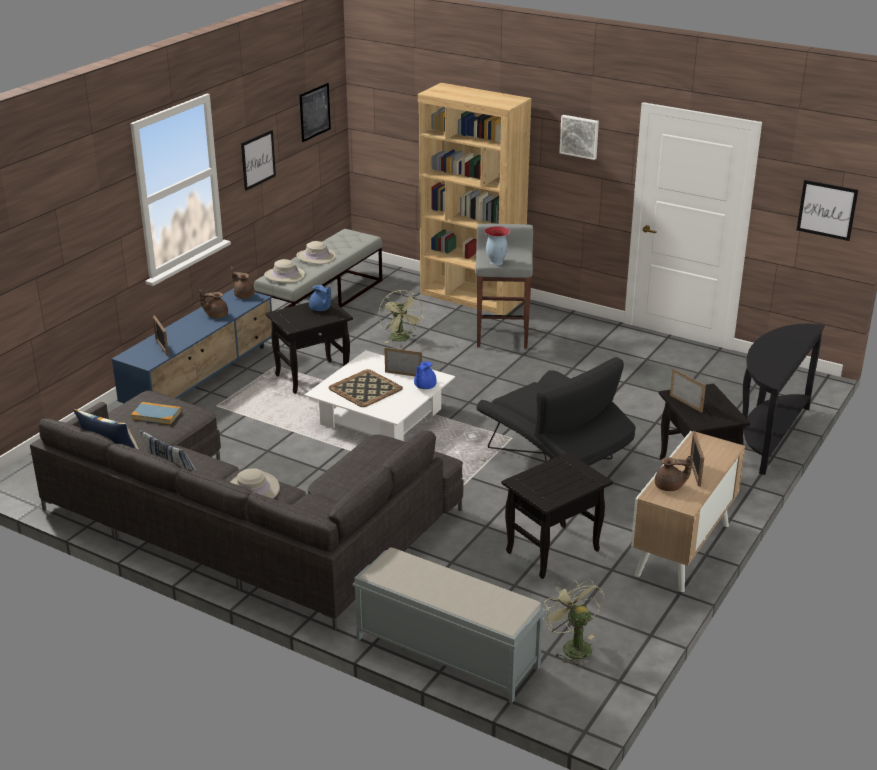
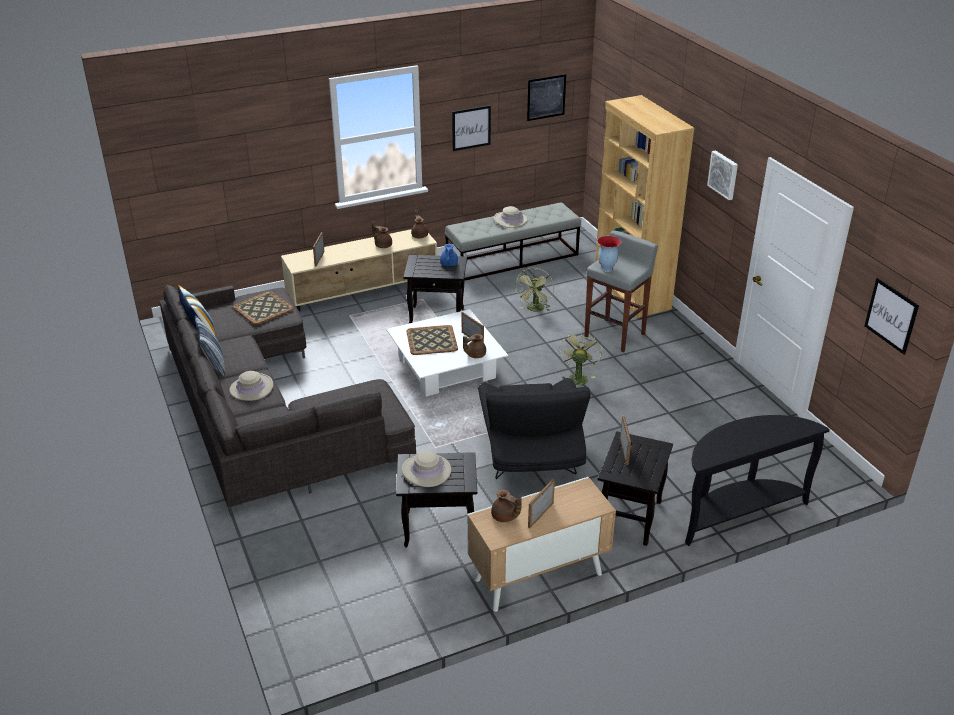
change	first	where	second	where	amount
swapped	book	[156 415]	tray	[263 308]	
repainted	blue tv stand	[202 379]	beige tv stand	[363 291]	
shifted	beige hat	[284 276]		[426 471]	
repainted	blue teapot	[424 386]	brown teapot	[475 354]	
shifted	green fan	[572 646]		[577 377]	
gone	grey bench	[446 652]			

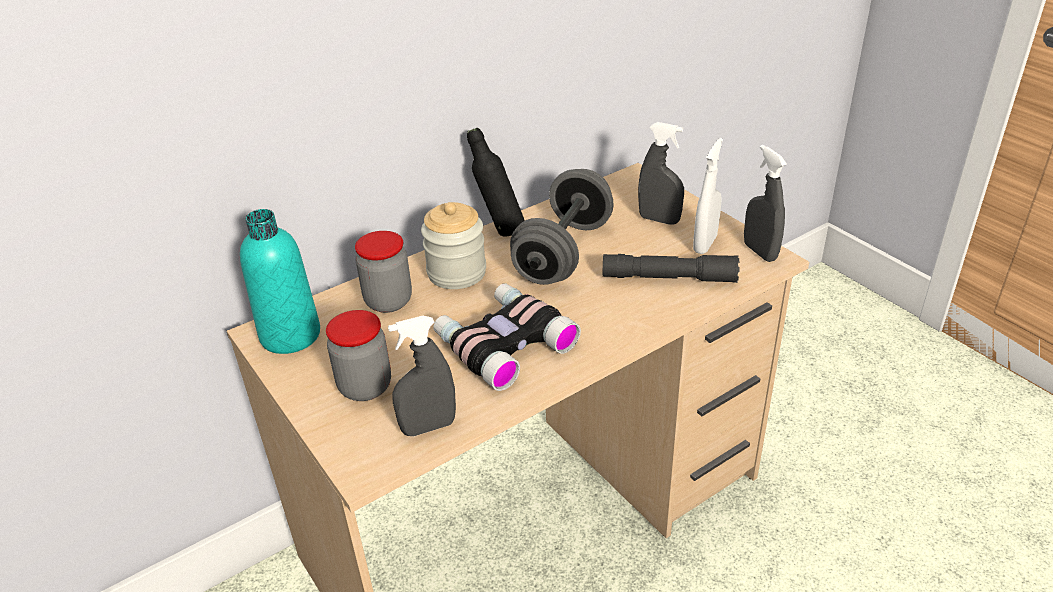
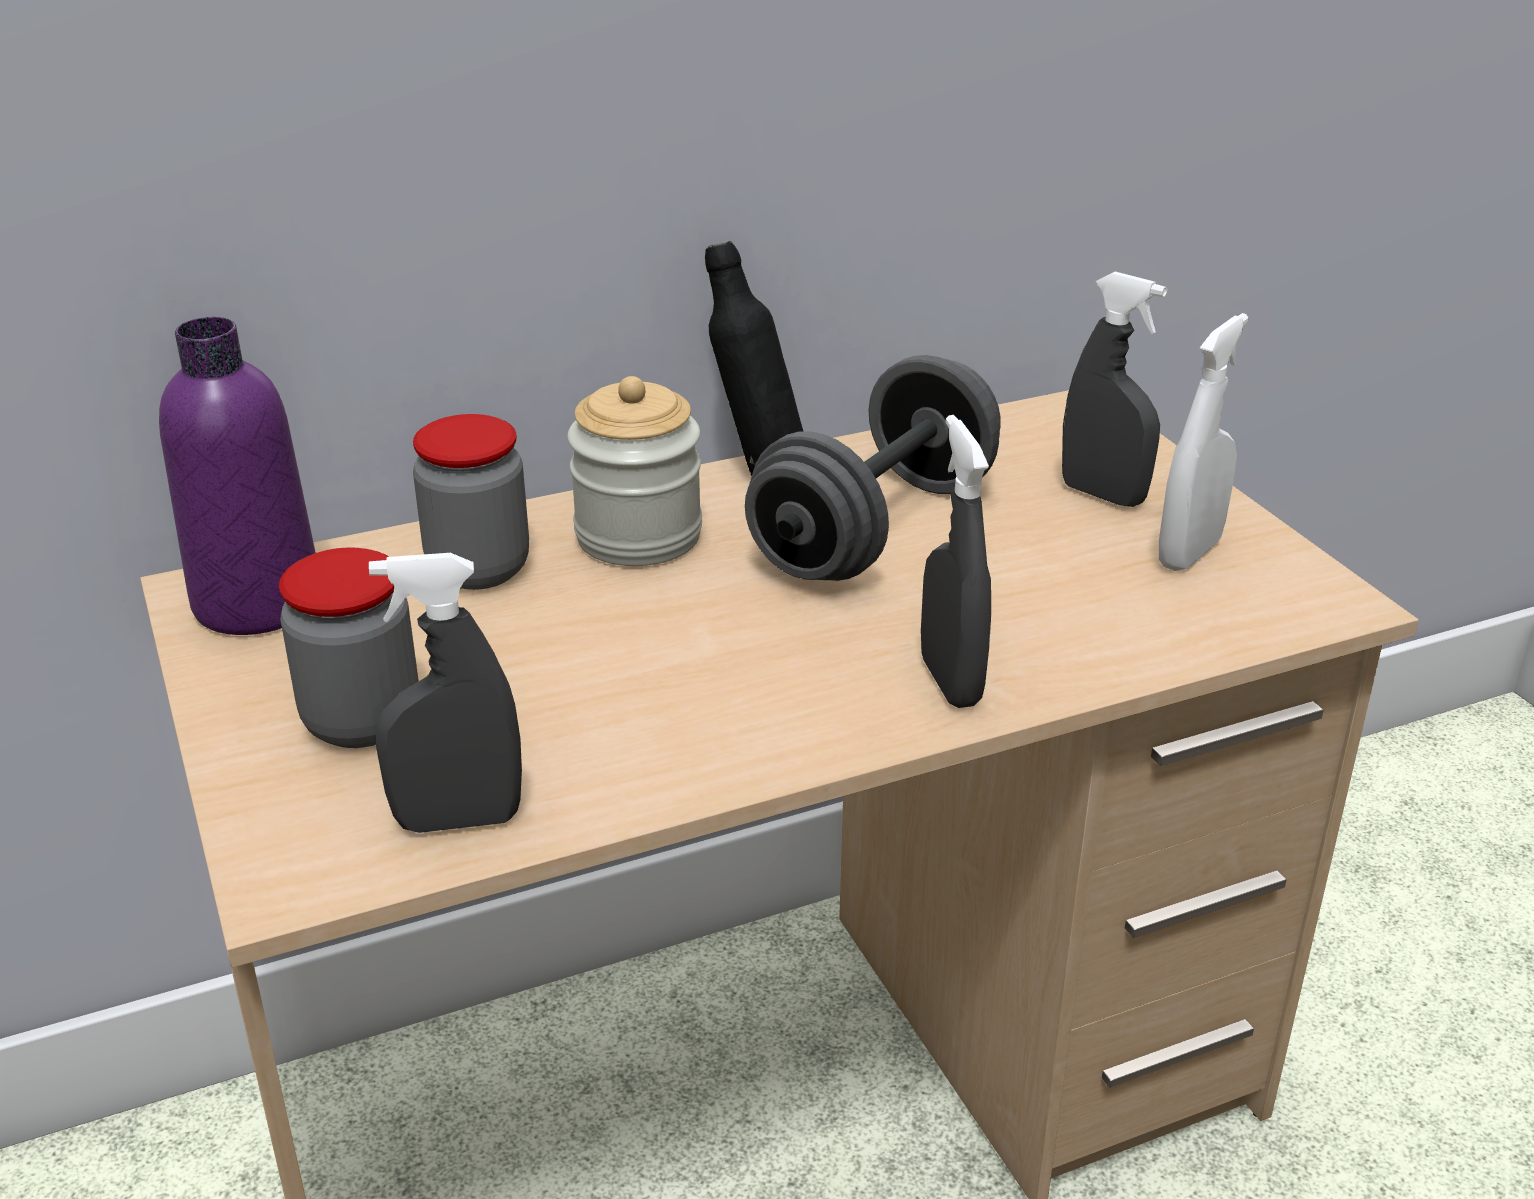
change	first	where	second	where	amount
repainted	turquoise bottle	[290 335]	purple bottle	[258 603]	
shifted	grey spray bottle	[760 252]		[950 681]	
gone	binoculars	[503 343]			
gone	grey flashlight	[669 278]			

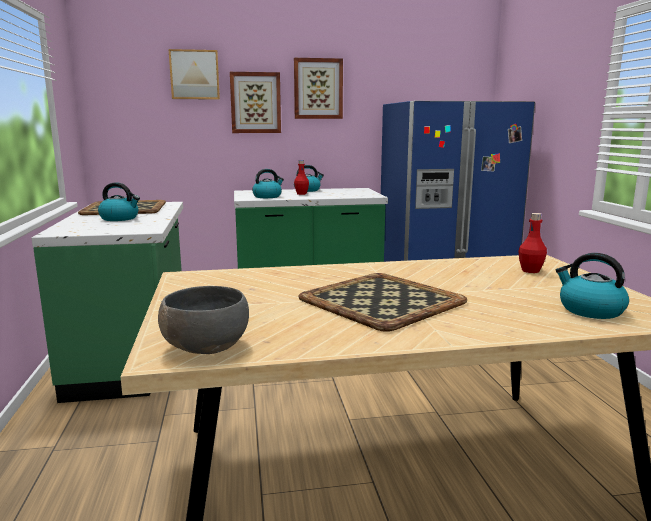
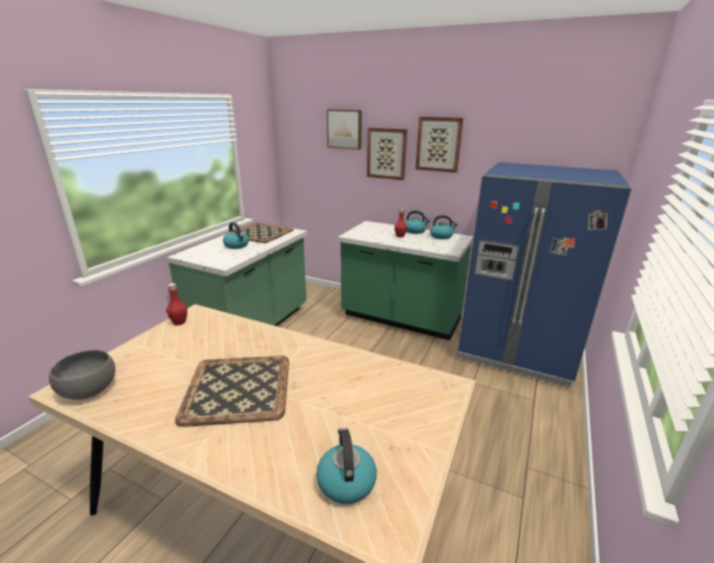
change	first	where	second	where	amount
shifted	red bottle	[530 271]		[179 322]	
shifted	kettle	[267 196]		[441 236]	

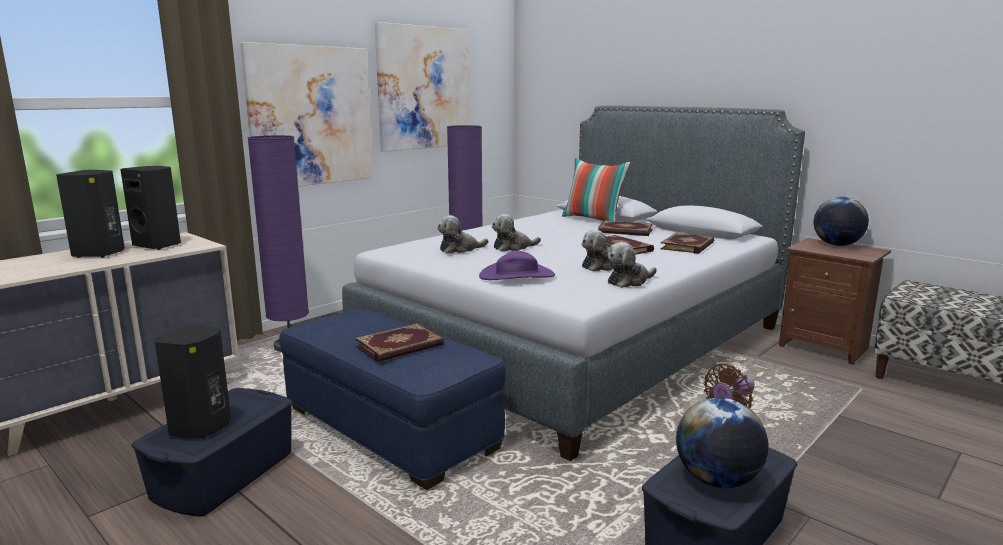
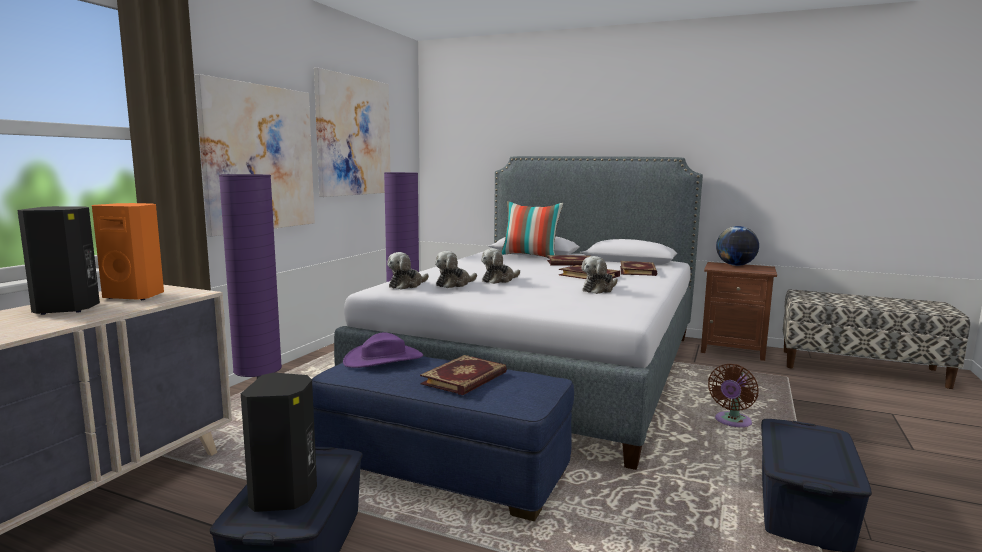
change	first	where	second	where	amount
repainted	black speaker	[159 245]	orange speaker	[136 296]	
shifted	purple hat	[517 275]		[383 359]	
shifted	plush toy	[629 281]		[407 285]	
gone	globe	[717 480]			

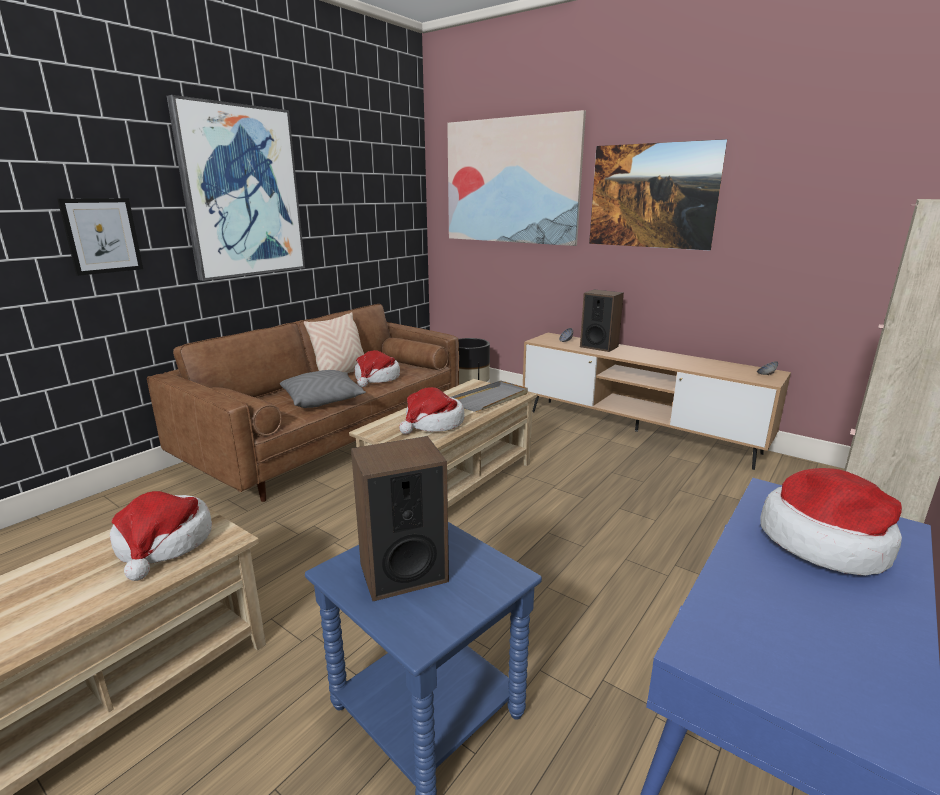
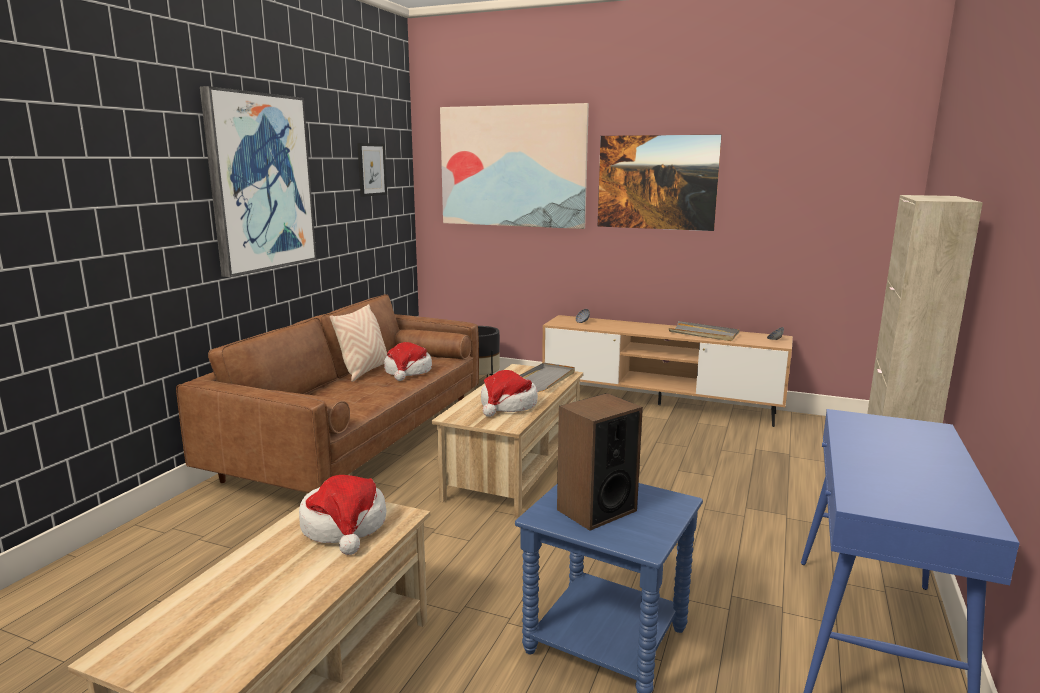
change	first	where	second	where	amount
shifted	picture	[102 236]		[371 169]	
new			grey tray	[704 334]	
gone	grey pillow	[323 400]			
gone	speaker	[599 346]			
gone	hat	[825 542]			

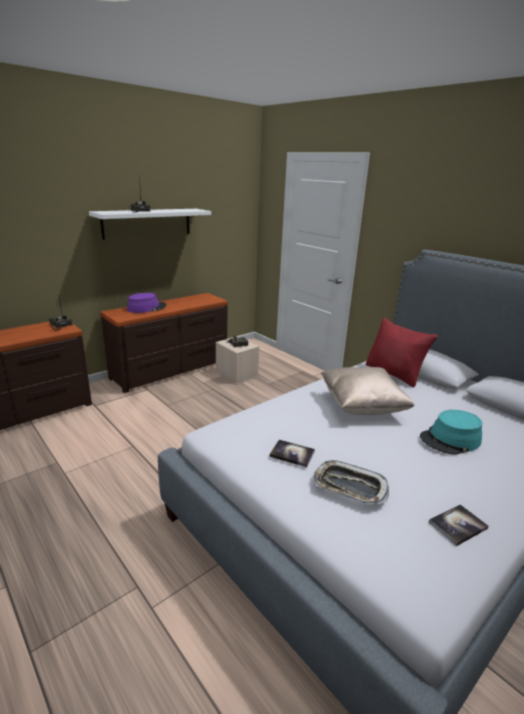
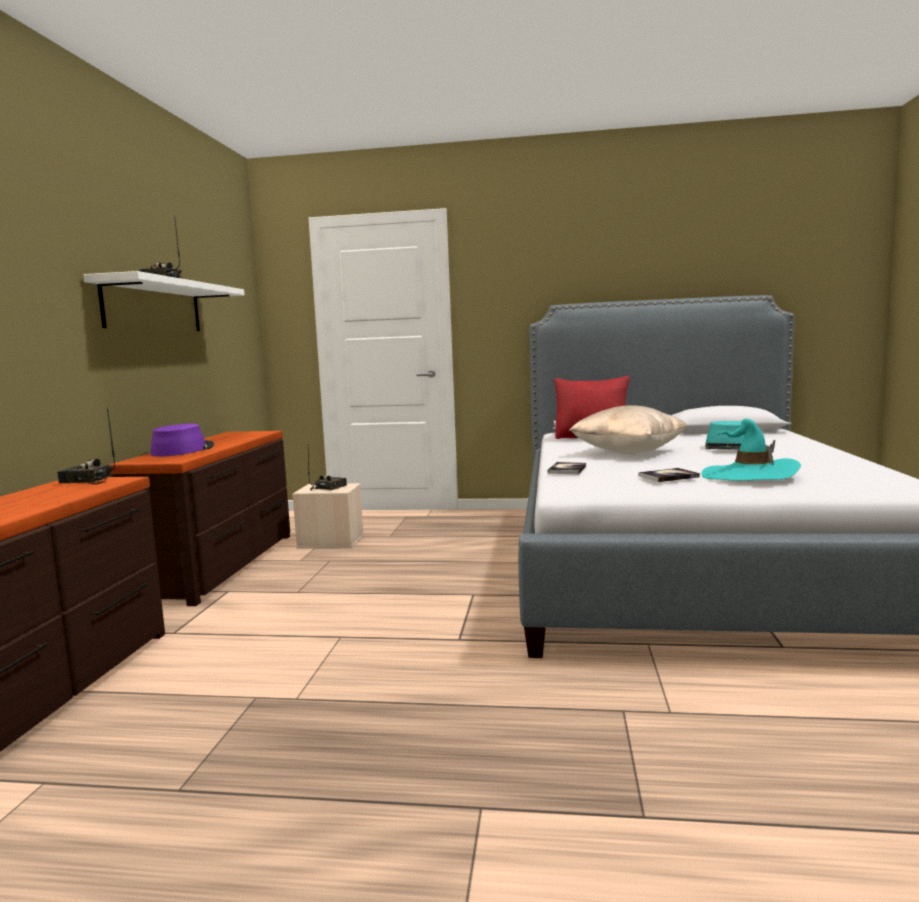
change	first	where	second	where	amount
shifted	book	[457 525]		[567 469]	
swapped	tray	[349 487]	turquoise hat	[749 476]	

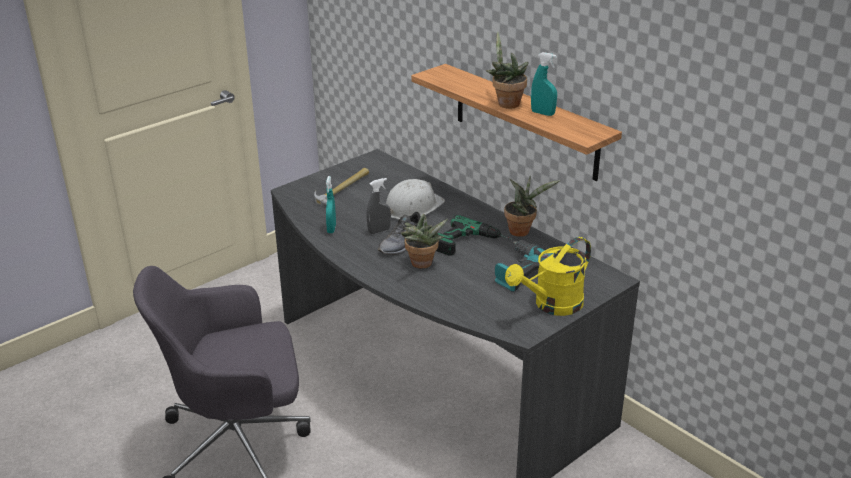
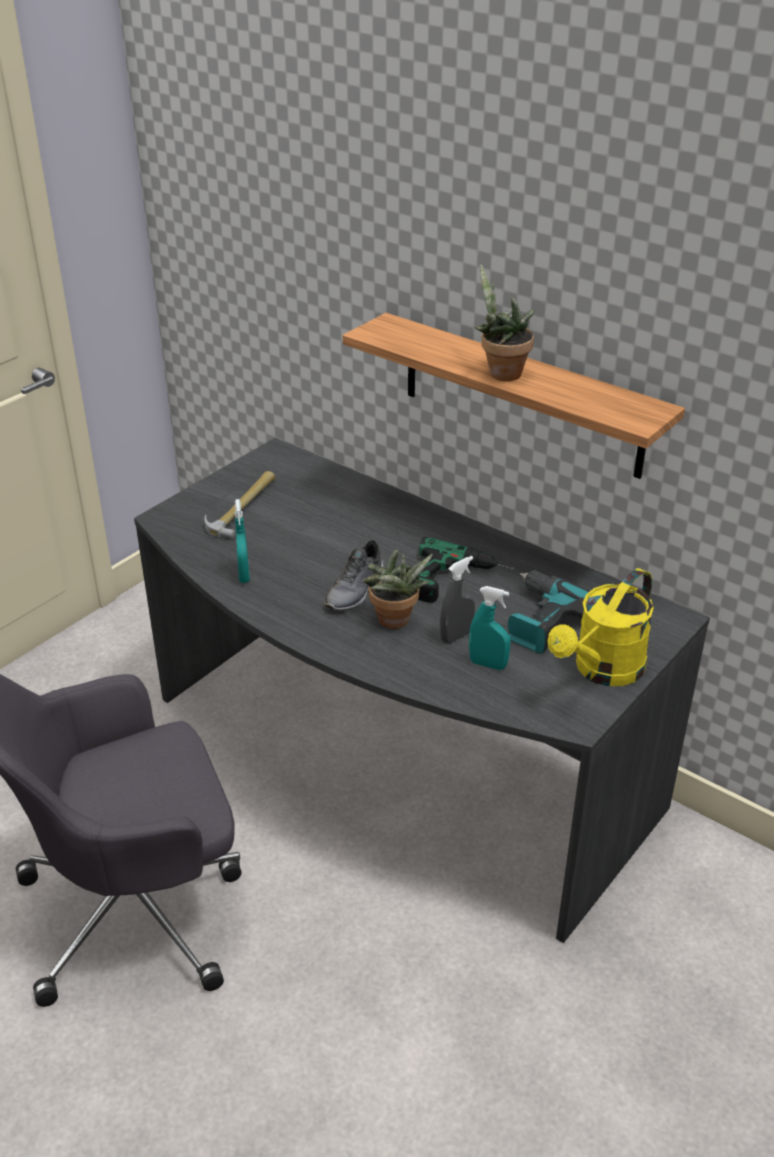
change	first	where	second	where	amount
shifted	grey spray bottle	[379 231]		[456 636]	
shifted	turquoise spray bottle	[542 113]		[488 664]	
gone	white hard hat	[412 207]			
gone	potted plant	[522 231]			

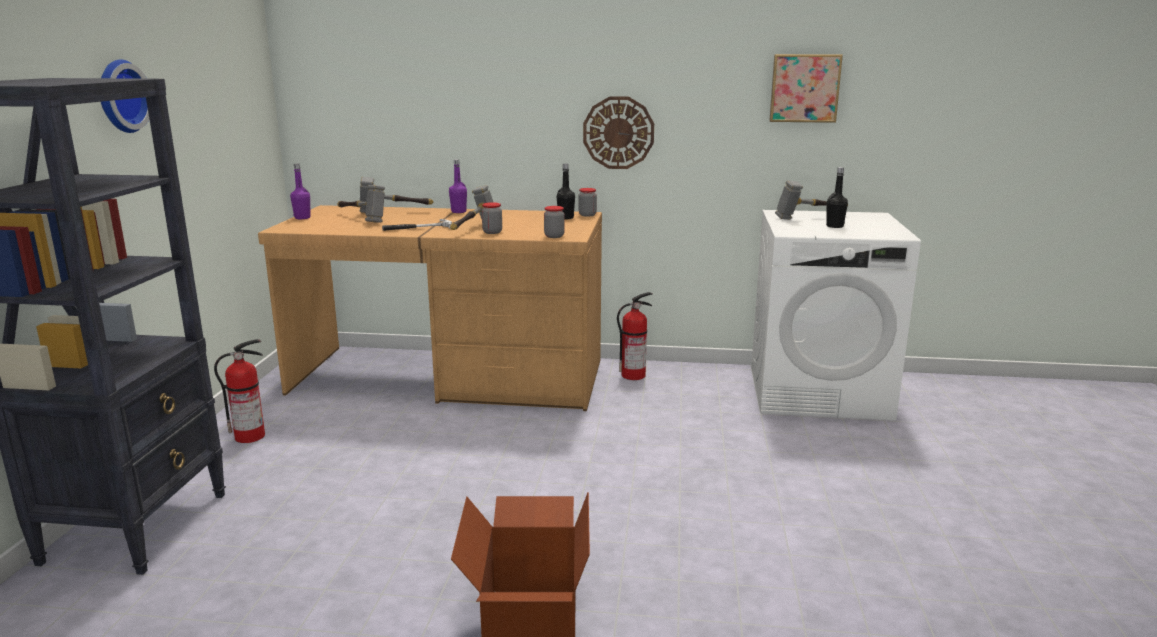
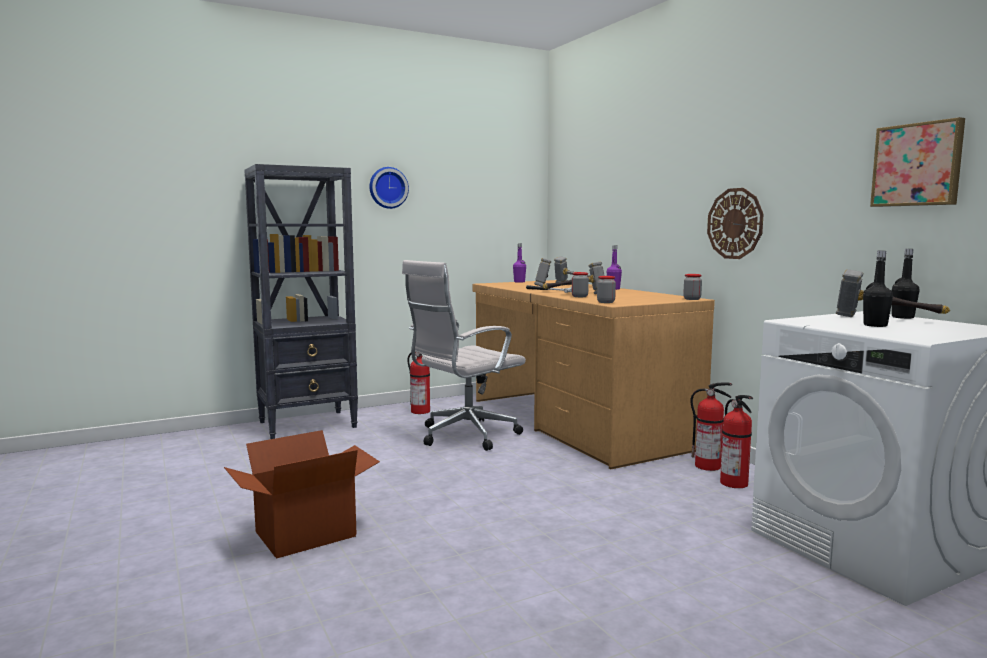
change	first	where	second	where	amount
new			white office chair	[464 436]	
new			fire extinguisher	[735 483]	
shifted	black bottle	[565 218]		[902 317]	

